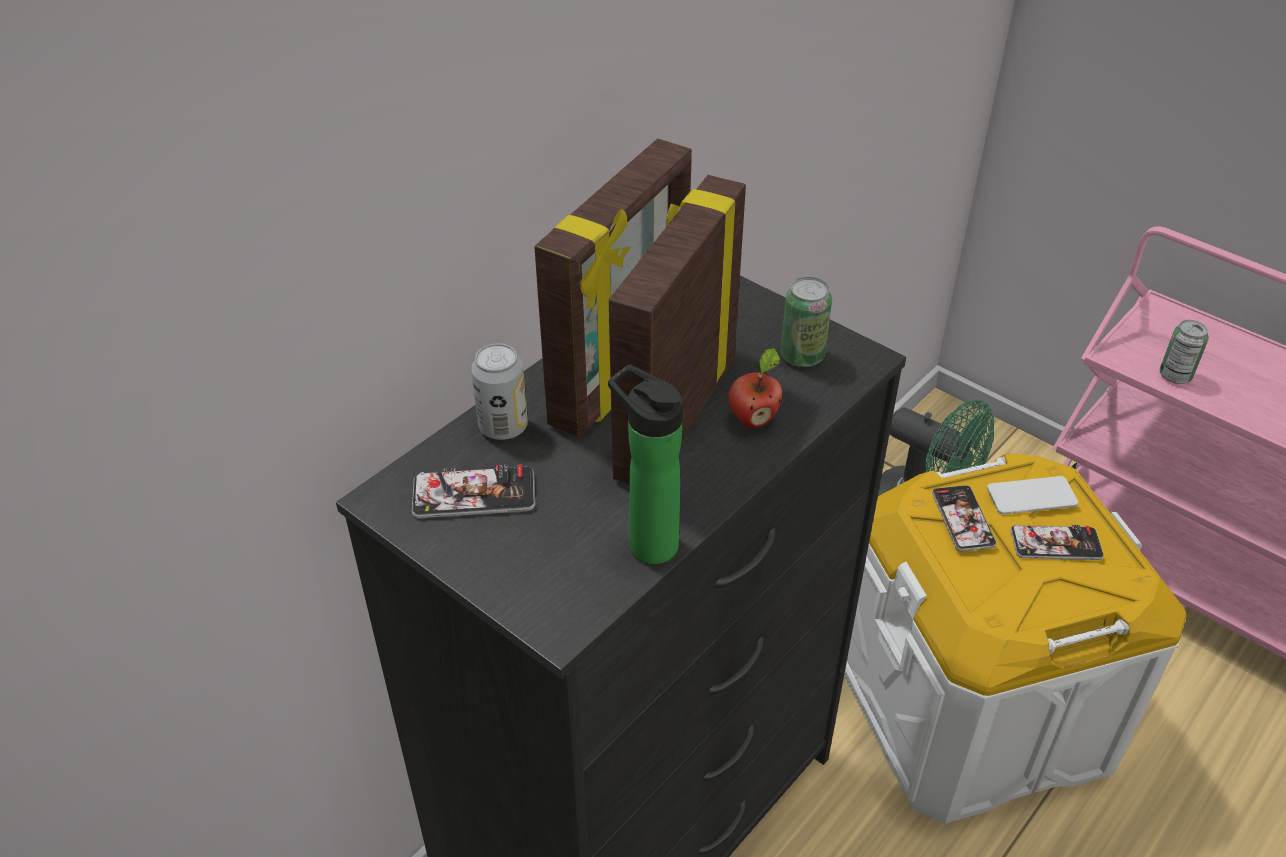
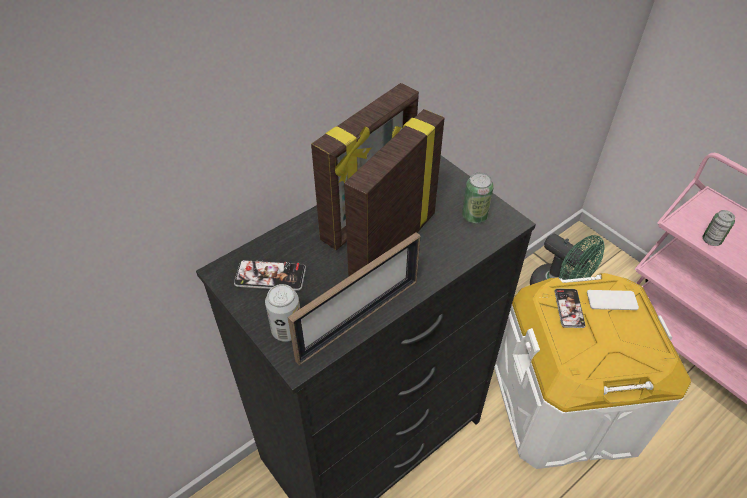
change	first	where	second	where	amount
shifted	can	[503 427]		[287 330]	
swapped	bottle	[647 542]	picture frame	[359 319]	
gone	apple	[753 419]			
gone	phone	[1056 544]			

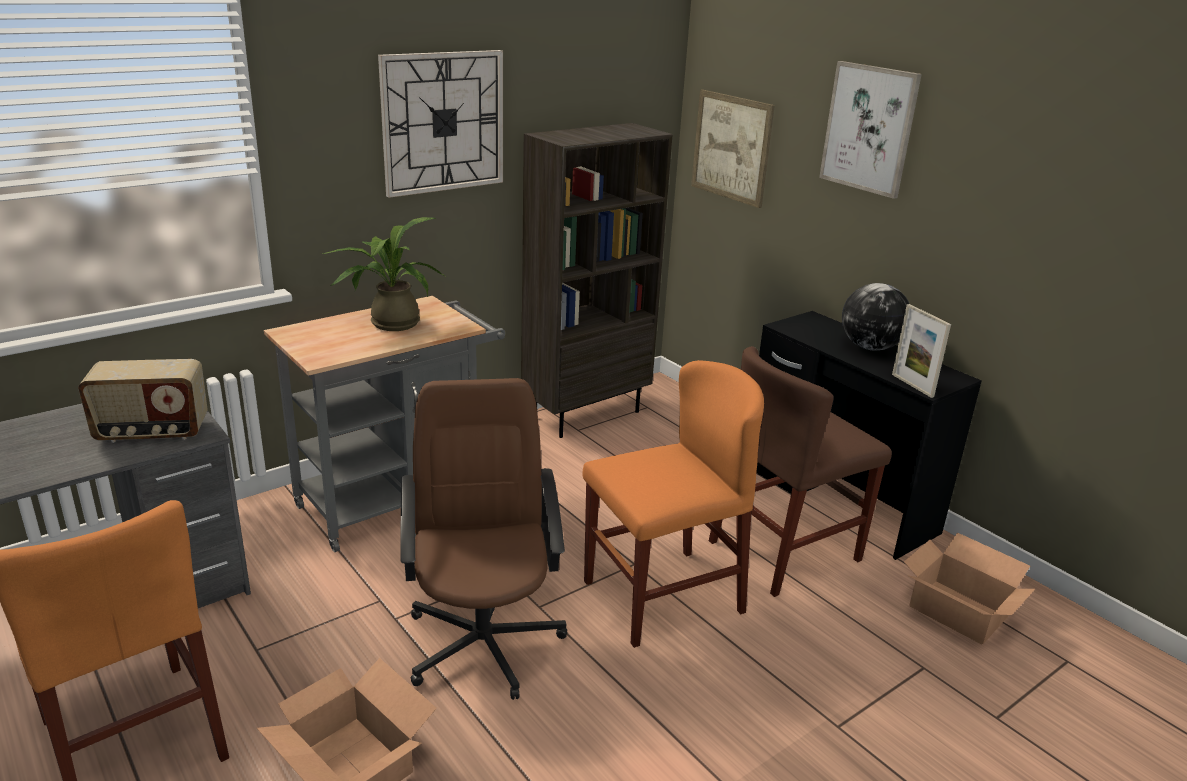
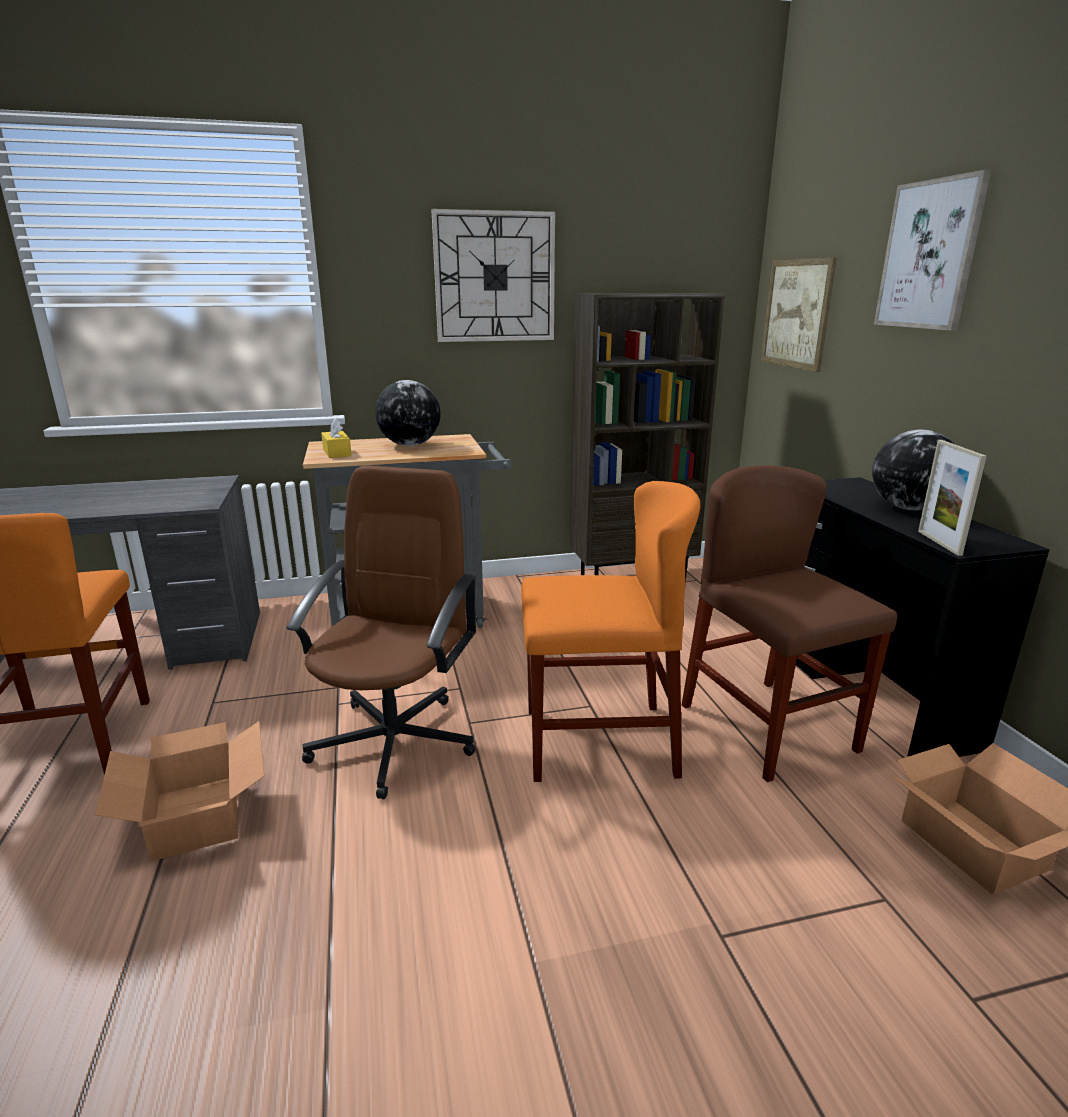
change	first	where	second	where	amount
new			yellow tissue box	[337 453]	
swapped	potted plant	[389 323]	globe	[410 445]	
rotated	brown chair	[785 551]		[768 727]	75 degrees clockwise
gone	radio	[152 432]			

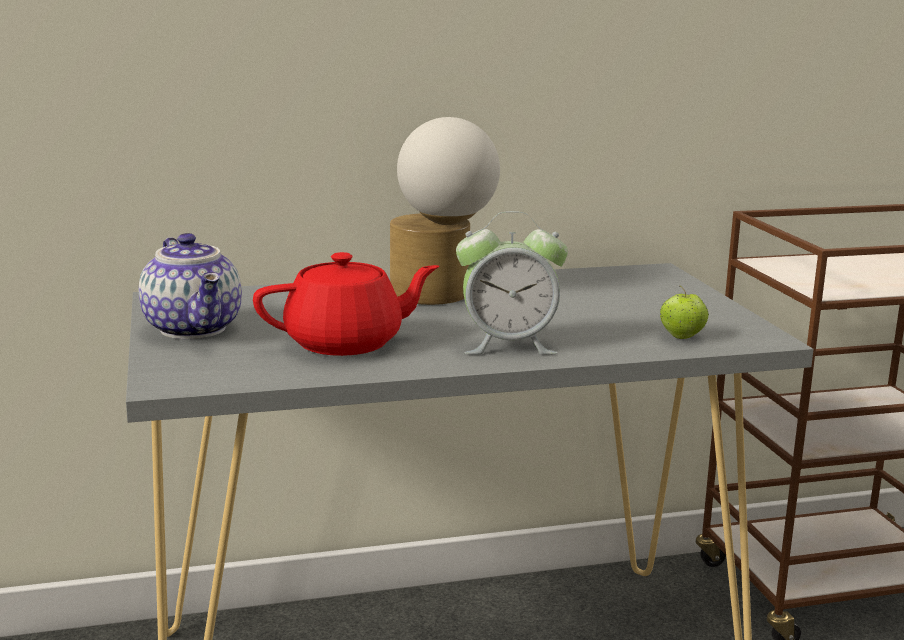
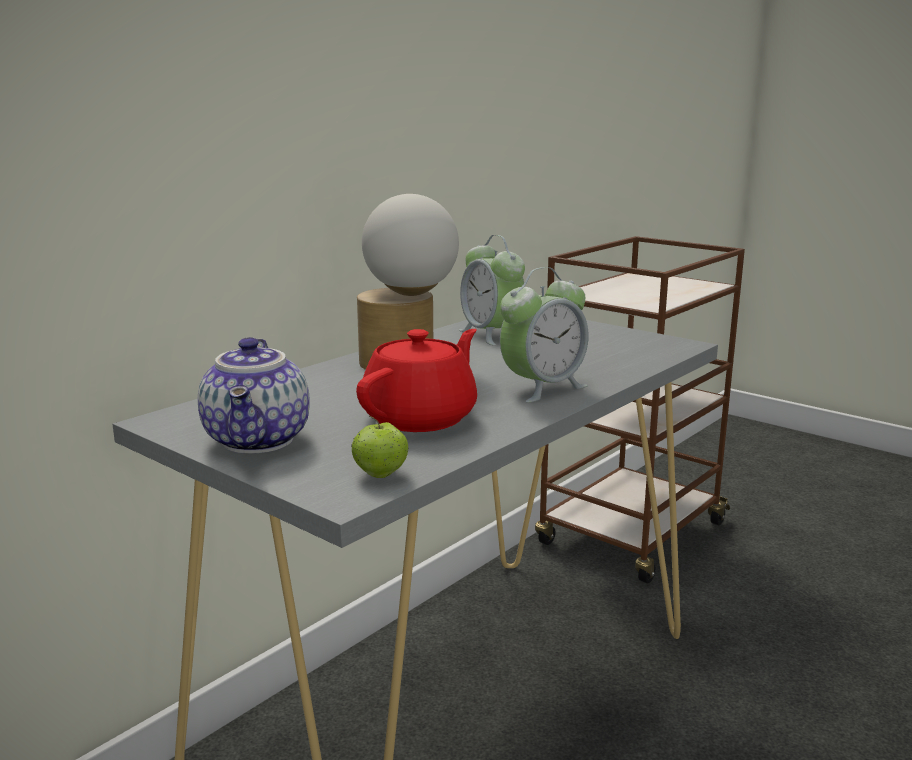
change	first	where	second	where	amount
rotated	teapot	[195 329]		[260 440]	60 degrees clockwise
shifted	apple	[682 337]		[380 475]	
new			alarm clock	[491 335]	

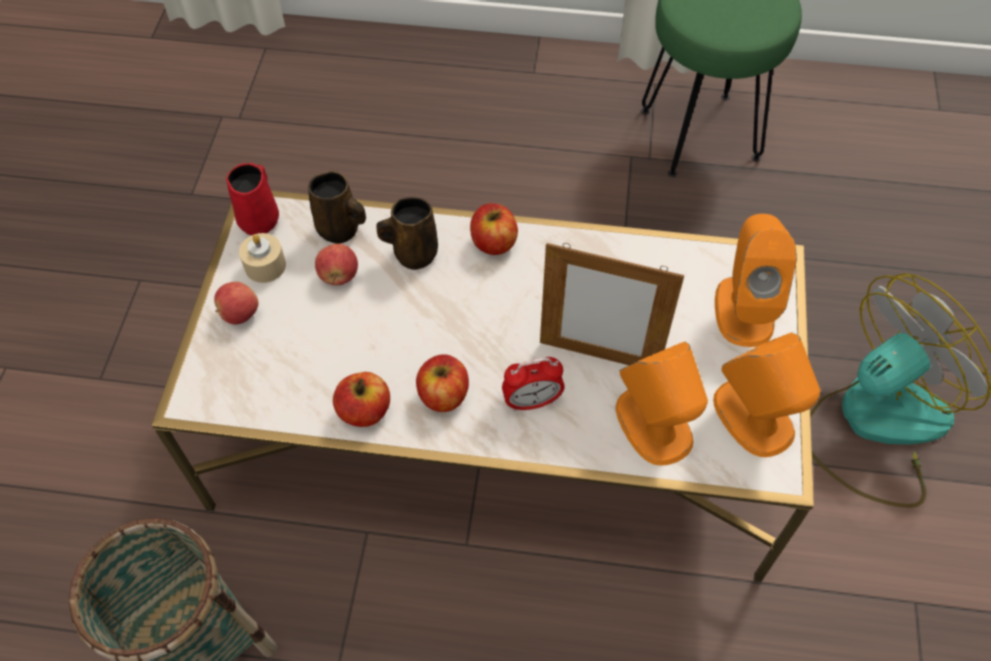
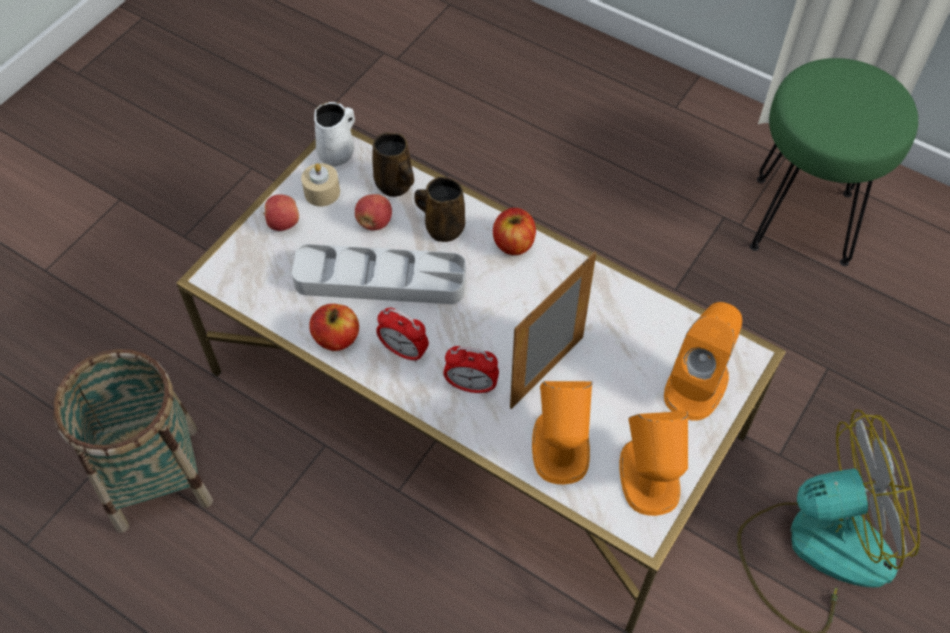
change	first	where	second	where	amount
new			grey tray	[380 280]	
repainted	red mug	[260 219]	white mug	[338 153]	
swapped	apple	[443 395]	alarm clock	[404 351]	
rotated	picture frame	[598 356]		[547 372]	90 degrees clockwise

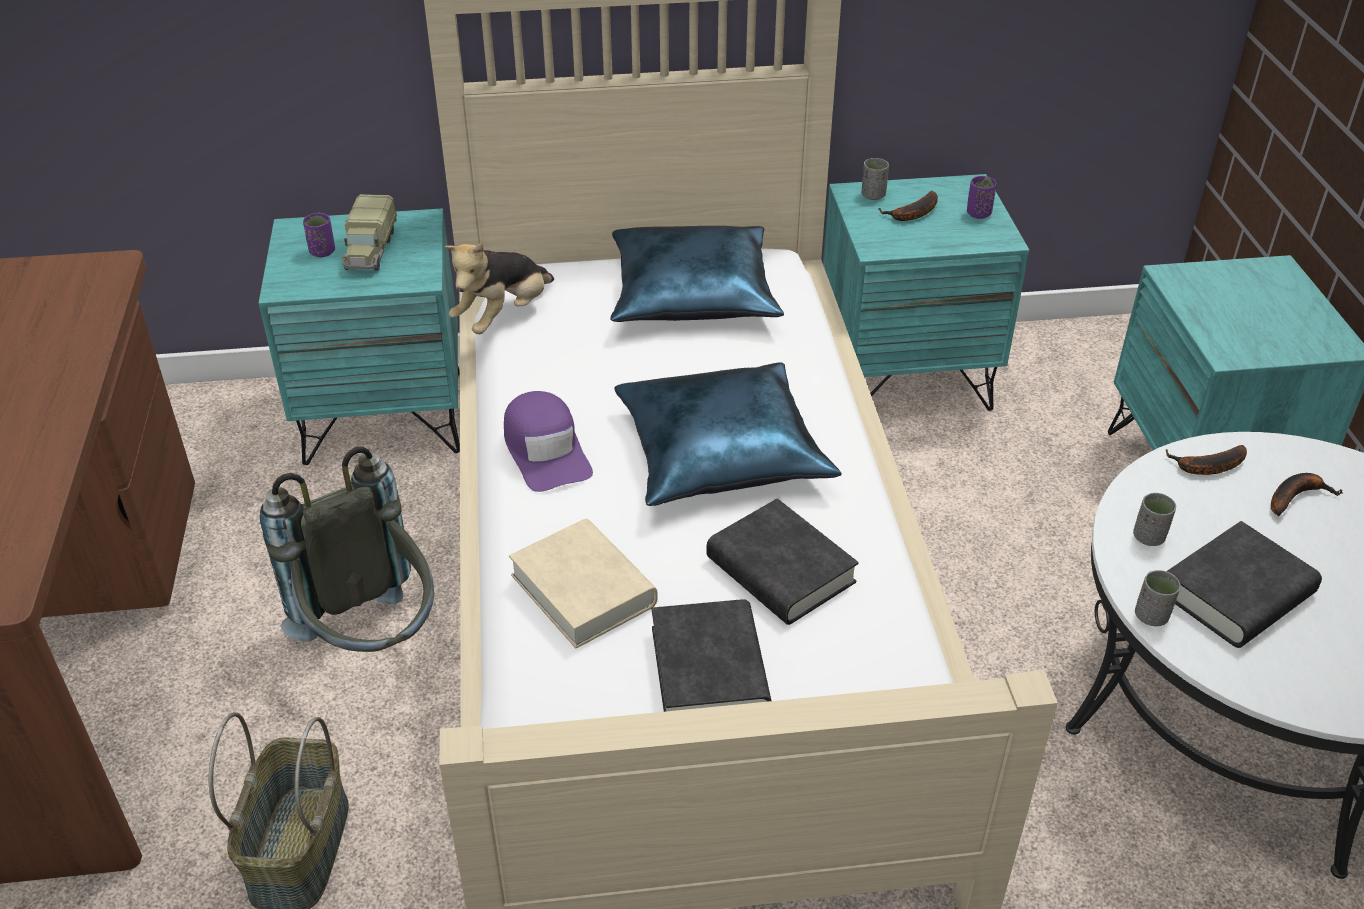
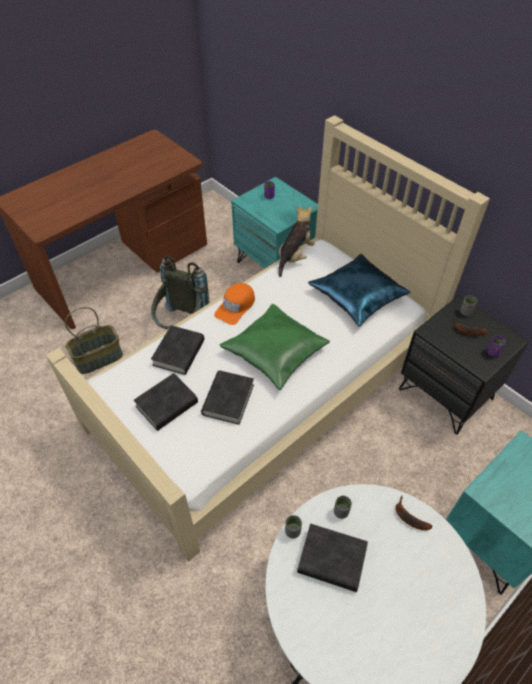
change	first	where	second	where	amount
repainted	beige book	[583 590]	black book	[179 353]	
repainted	purple cap	[546 451]	orange cap	[236 306]	
repainted	blue pillow	[722 452]	green pillow	[275 352]	
rotated	plush toy	[504 316]		[294 256]	120 degrees clockwise
repainted	turquoise nightstand	[904 376]	black nightstand	[446 393]	
gone	toy truck	[370 250]			
gone	banana	[1296 496]			

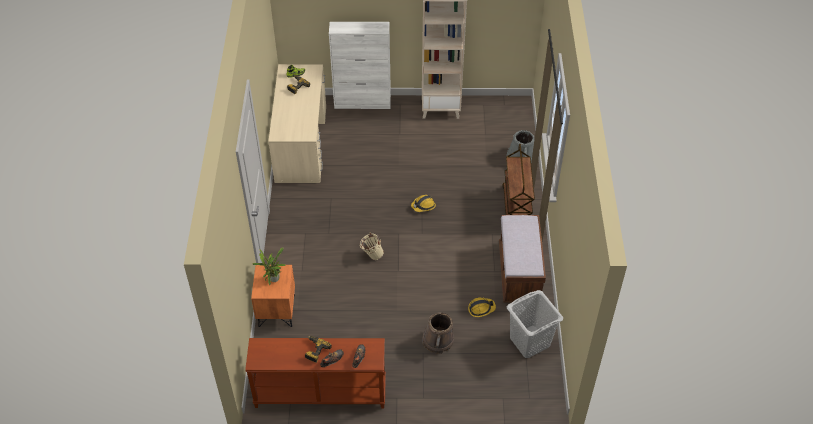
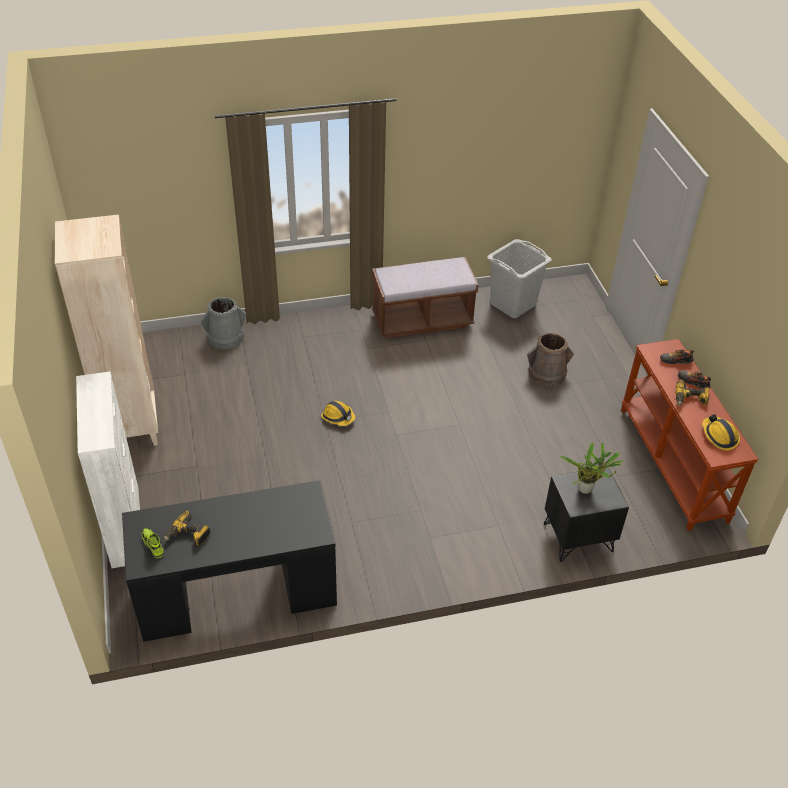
change	first	where	second	where	amount
repainted	beige desk	[301 143]	black desk	[236 589]	
repainted	orange nightstand	[276 310]	black nightstand	[578 538]	
shifted	hard hat	[481 309]		[719 436]	
gone	beige bucket	[371 255]			
gone	brown cart	[516 208]			

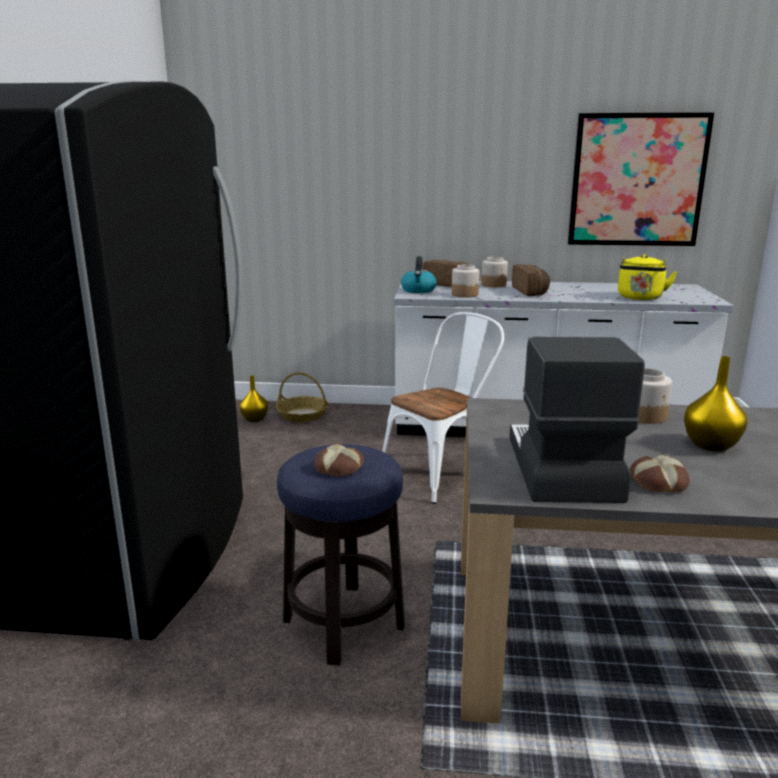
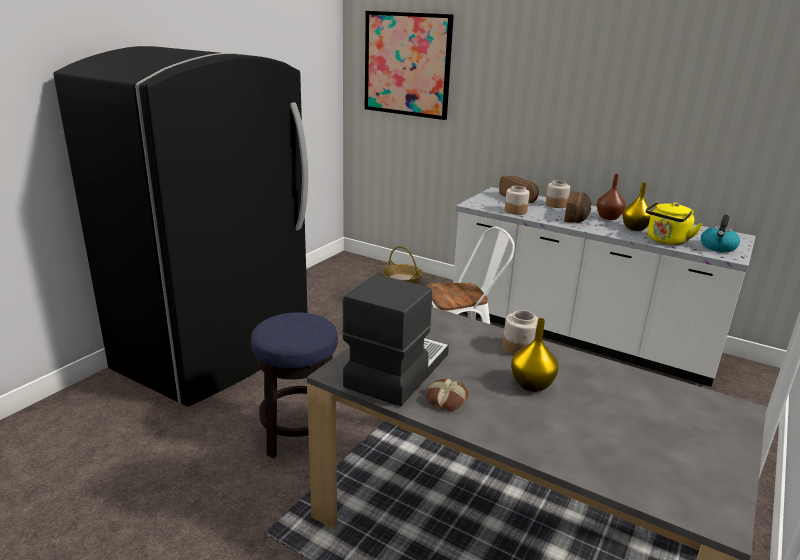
change	first	where	second	where	amount
shifted	picture	[637 180]		[407 64]	
new			brown vase	[609 218]	
shifted	yellow vase	[255 419]		[635 228]	
shifted	kettle	[418 290]		[718 247]	
gone	bread	[339 468]			

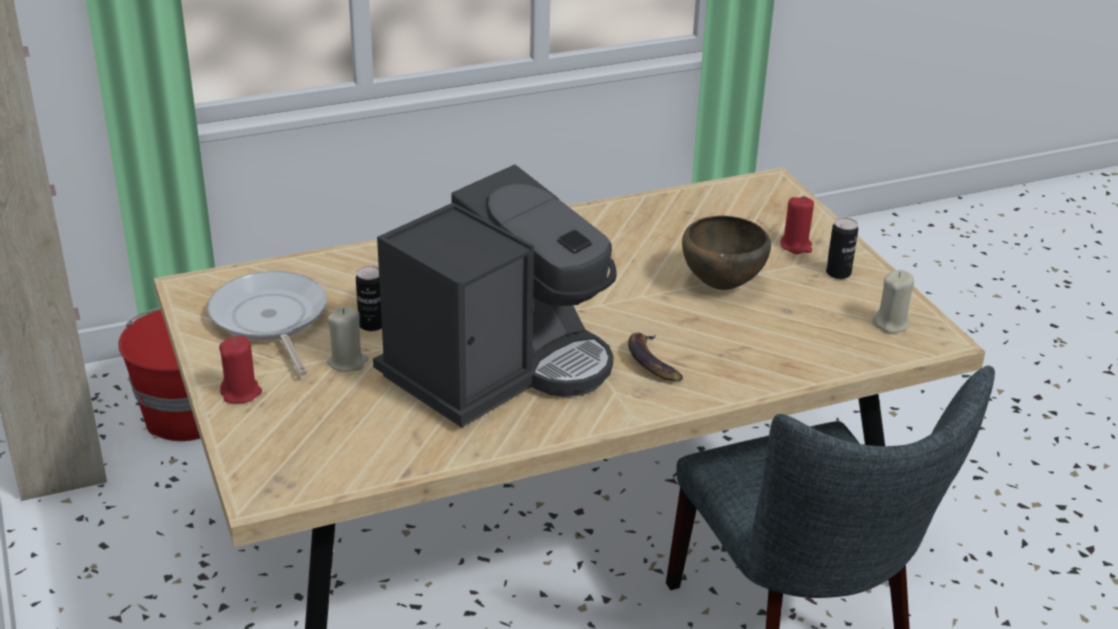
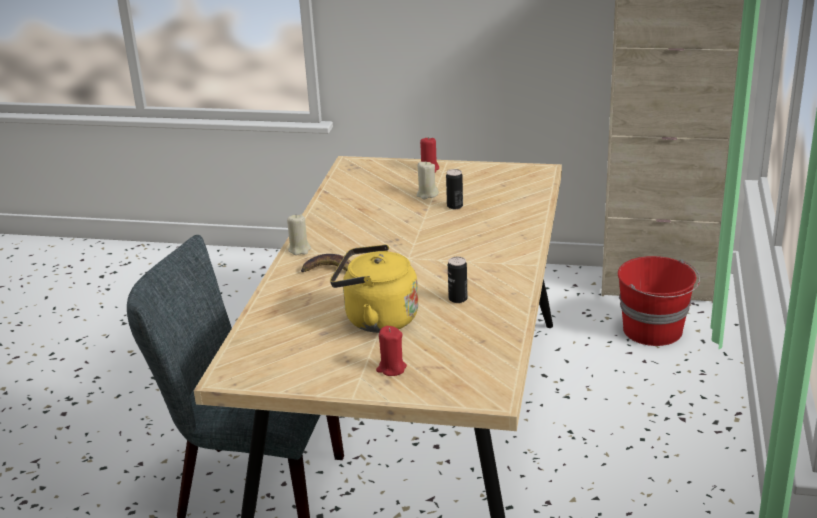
change	first	where	second	where	amount
shifted	beige candle	[891 323]		[299 249]	
swapped	brown bowl	[721 286]	yellow kettle	[376 319]	
shifted	can	[838 273]		[458 299]	
gone	frying pan	[270 320]			
gone	coffee machine	[498 367]			

